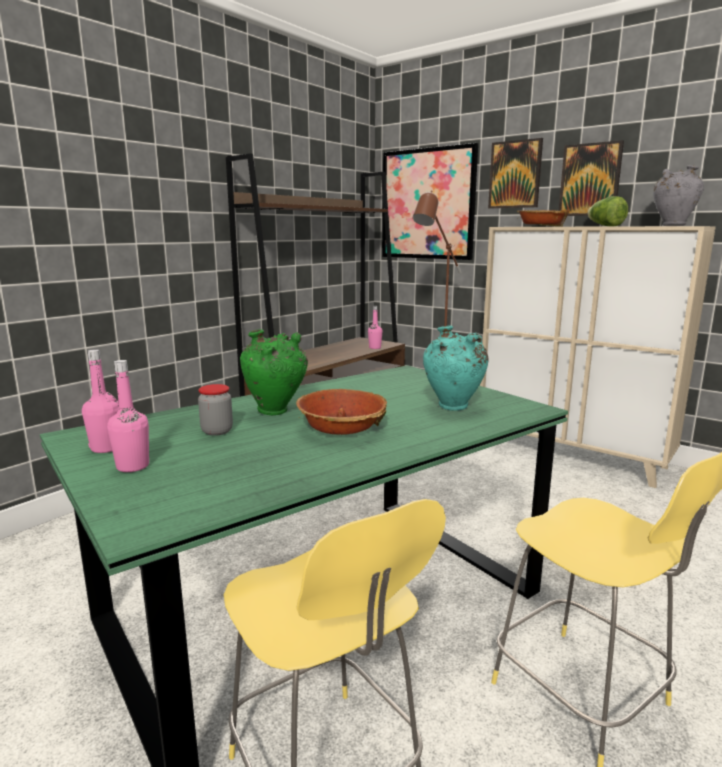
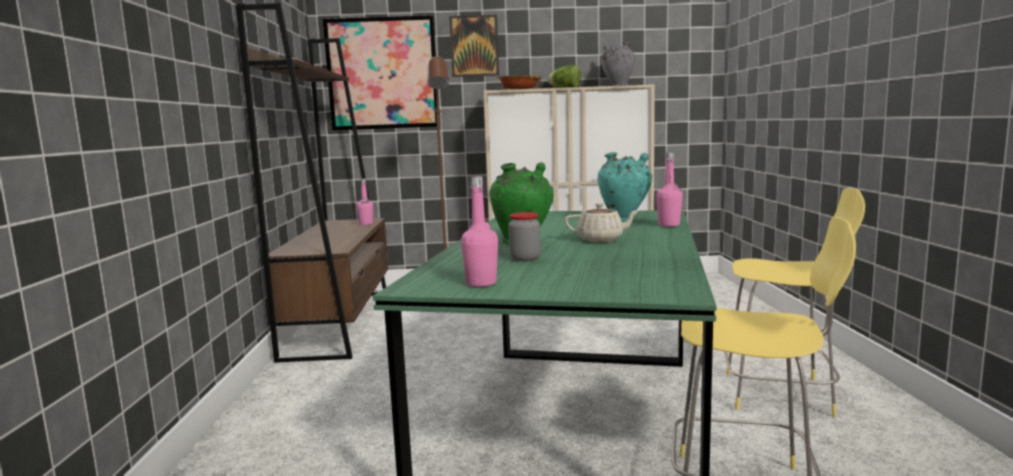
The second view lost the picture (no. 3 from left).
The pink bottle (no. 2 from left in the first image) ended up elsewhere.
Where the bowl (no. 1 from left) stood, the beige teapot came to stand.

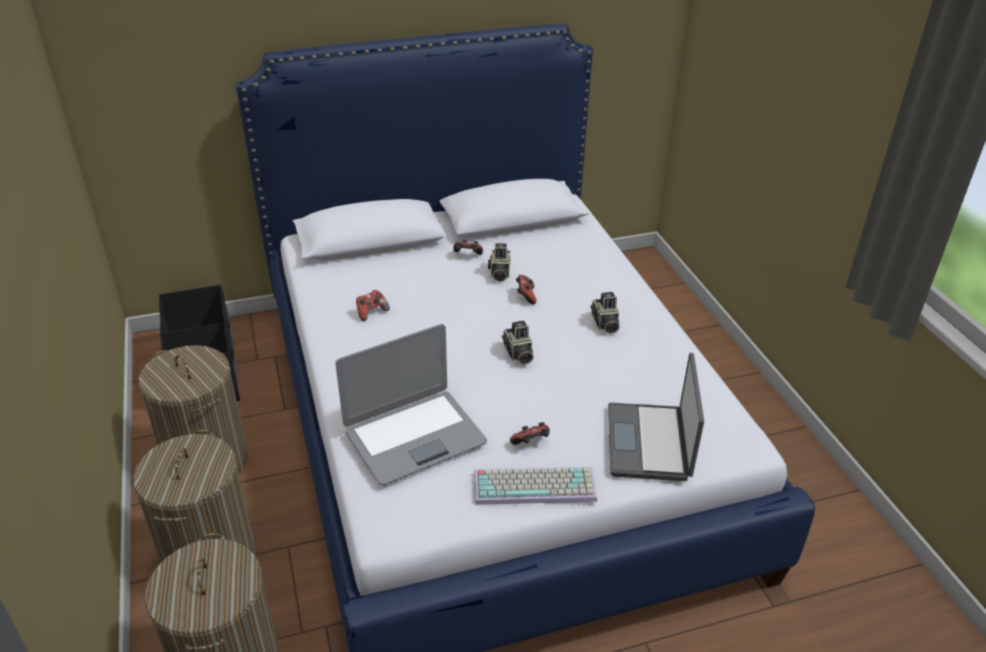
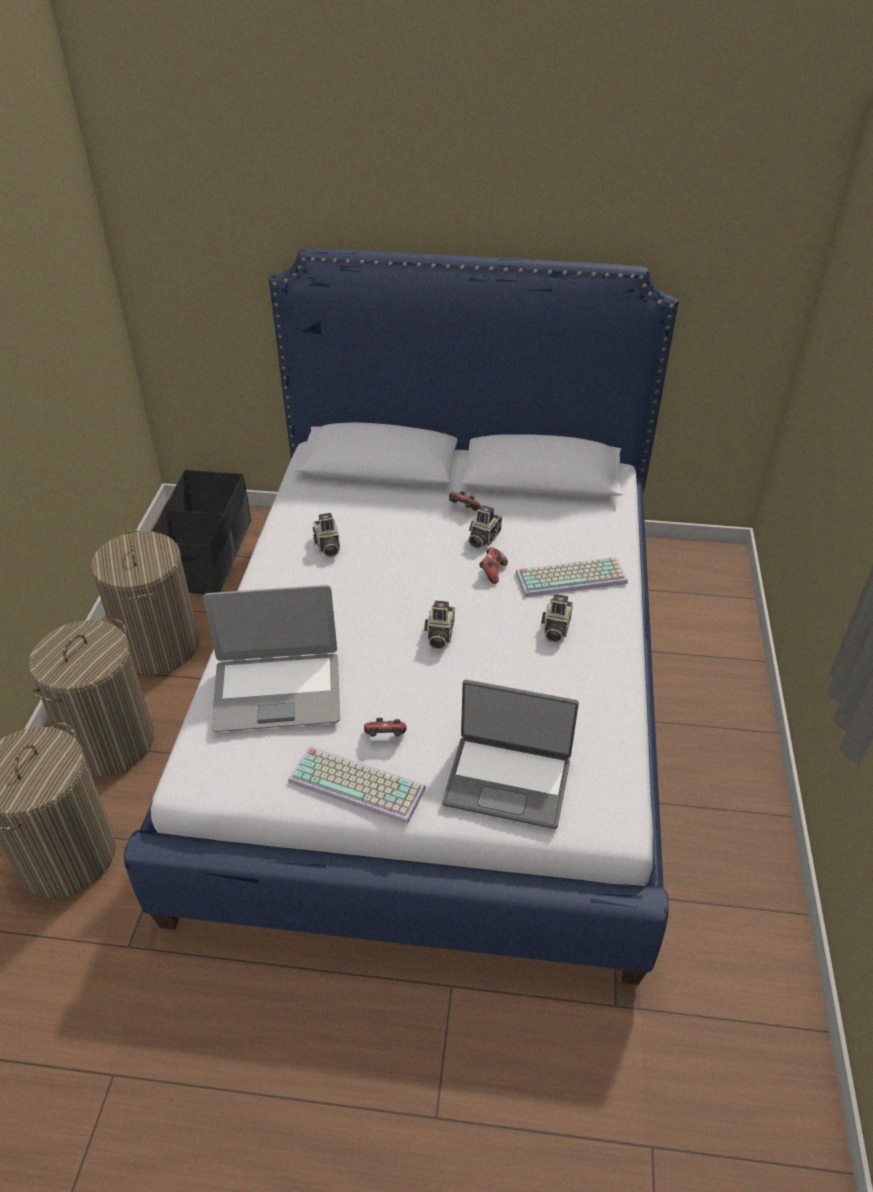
The second view gained the keyboard (no. 2 from left).
Where the game controller (no. 1 from left) stood, the photo camera (no. 1 from left) came to stand.
The laptop (no. 2 from left) ended up facing another way, 105 degrees counterclockwise from before.

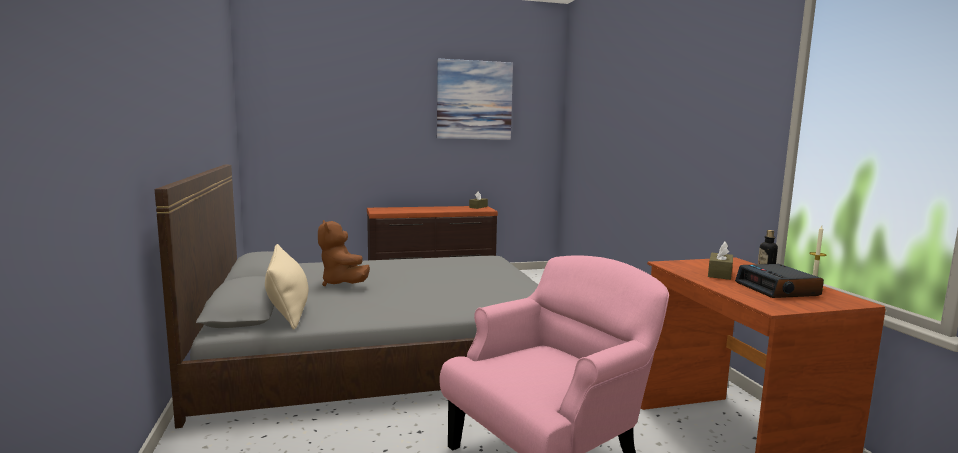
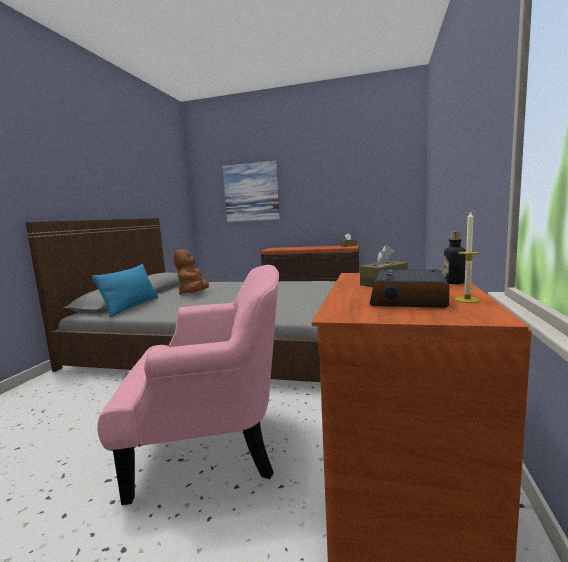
The picture ended up elsewhere.
What was the beige pillow turned into the blue pillow.

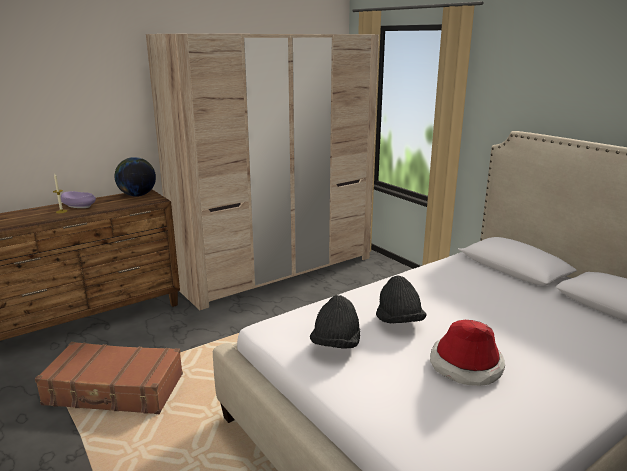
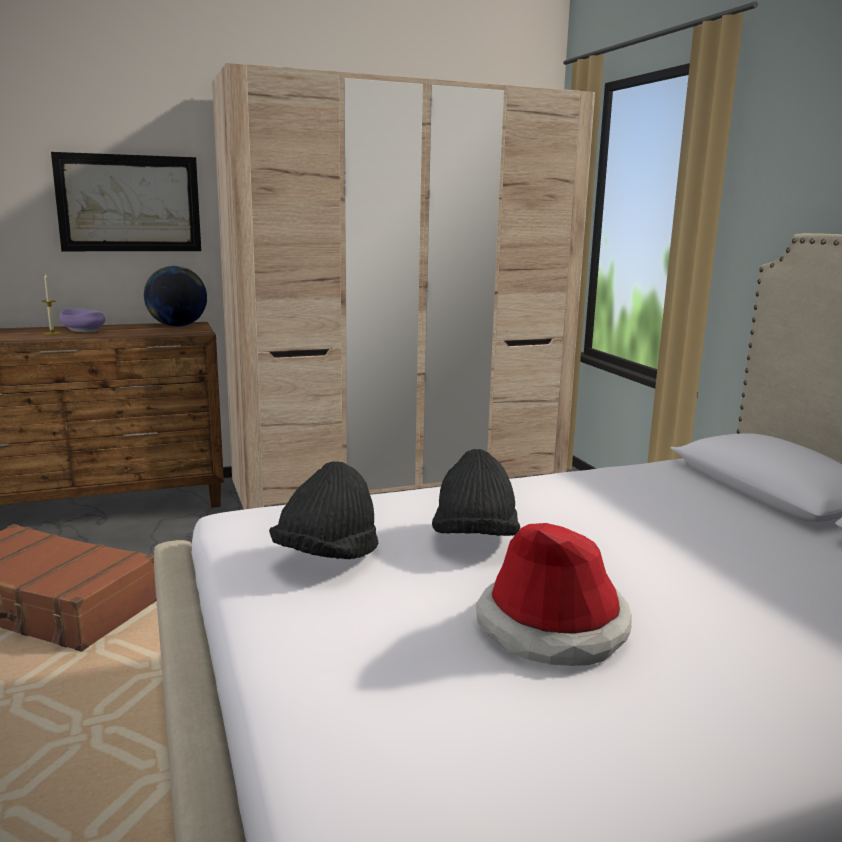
The second view gained the picture.

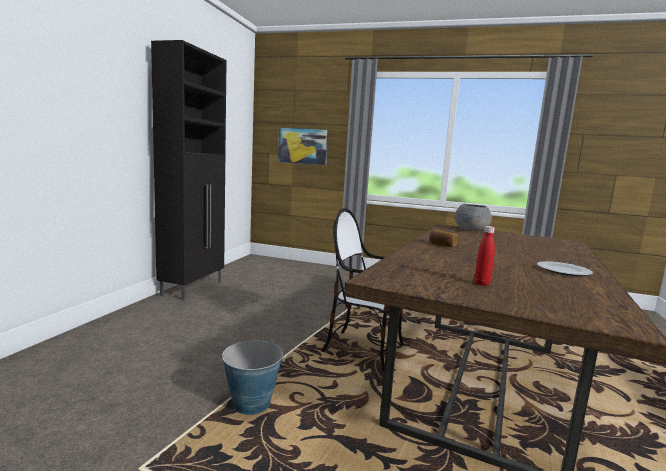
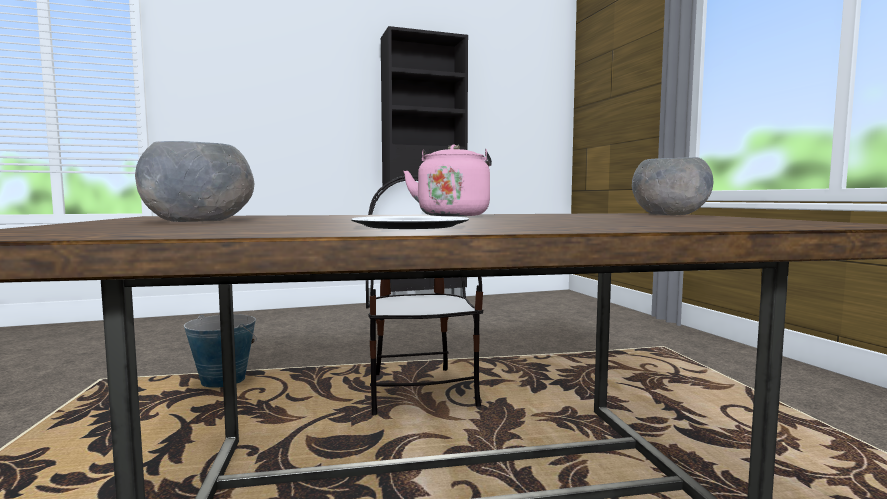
The second view lost the picture.
Where the bread stood, the pink kettle came to stand.
Where the red bottle stood, the grey bowl (no. 1 from left) came to stand.

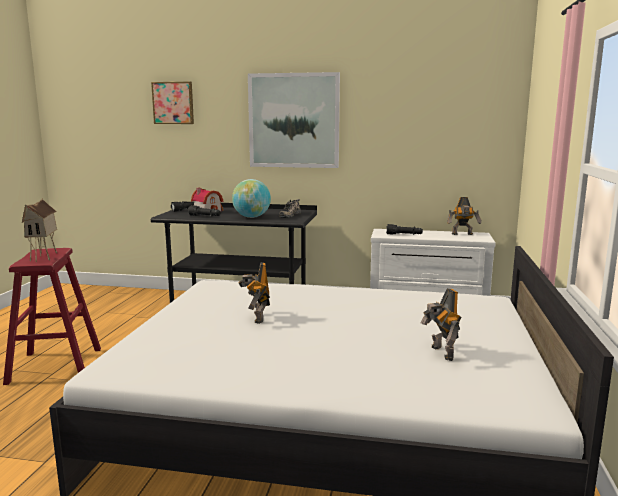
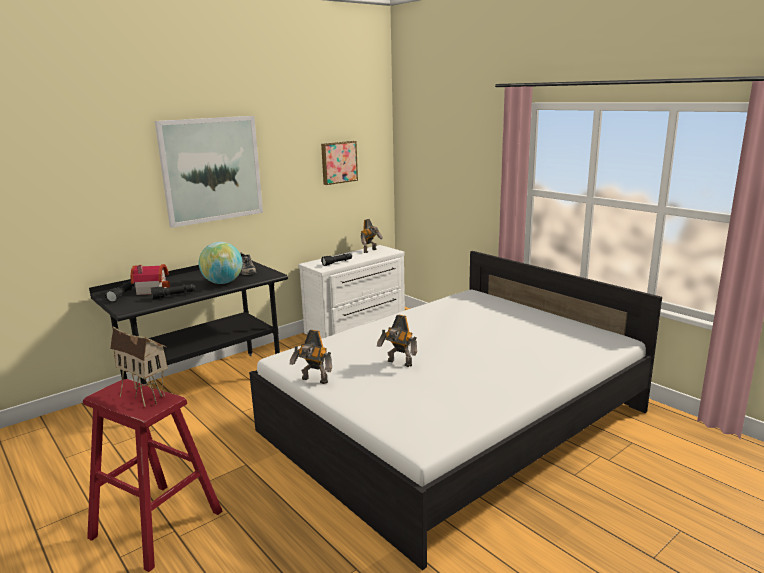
The picture (no. 1 from left in the first image) ended up elsewhere.
The toy robot (no. 2 from left in the first image) ended up elsewhere.

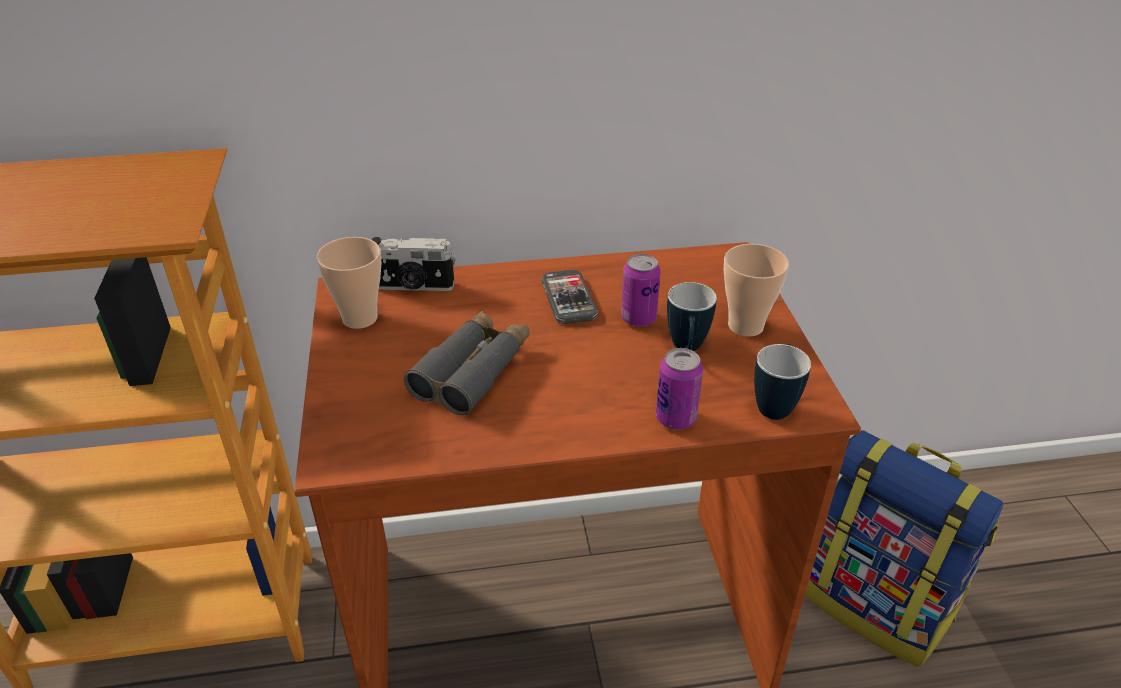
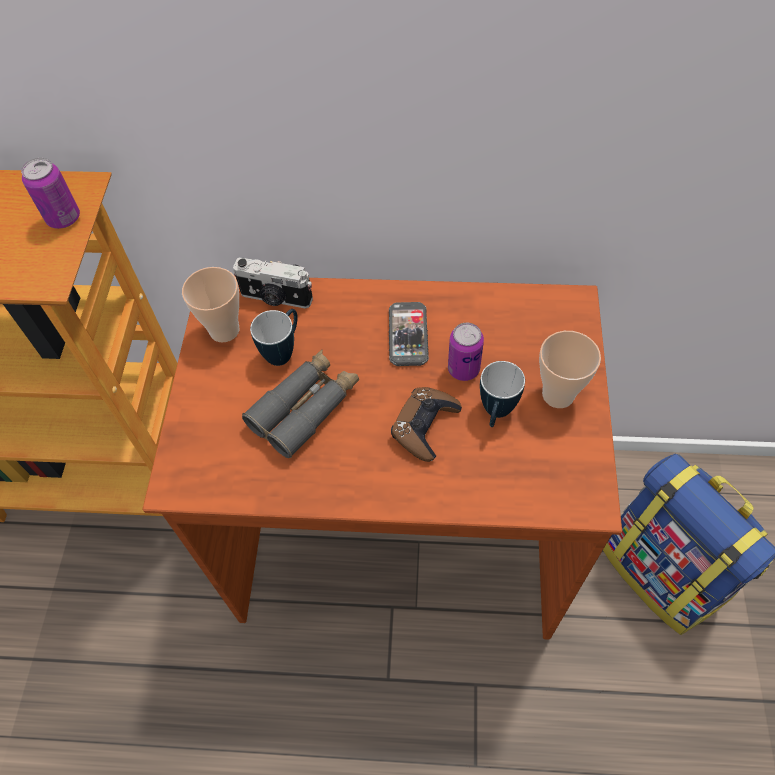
The second view gained the brown game controller.
The can (no. 2 from left in the first image) ended up elsewhere.
The mug (no. 2 from left in the first image) ended up elsewhere.

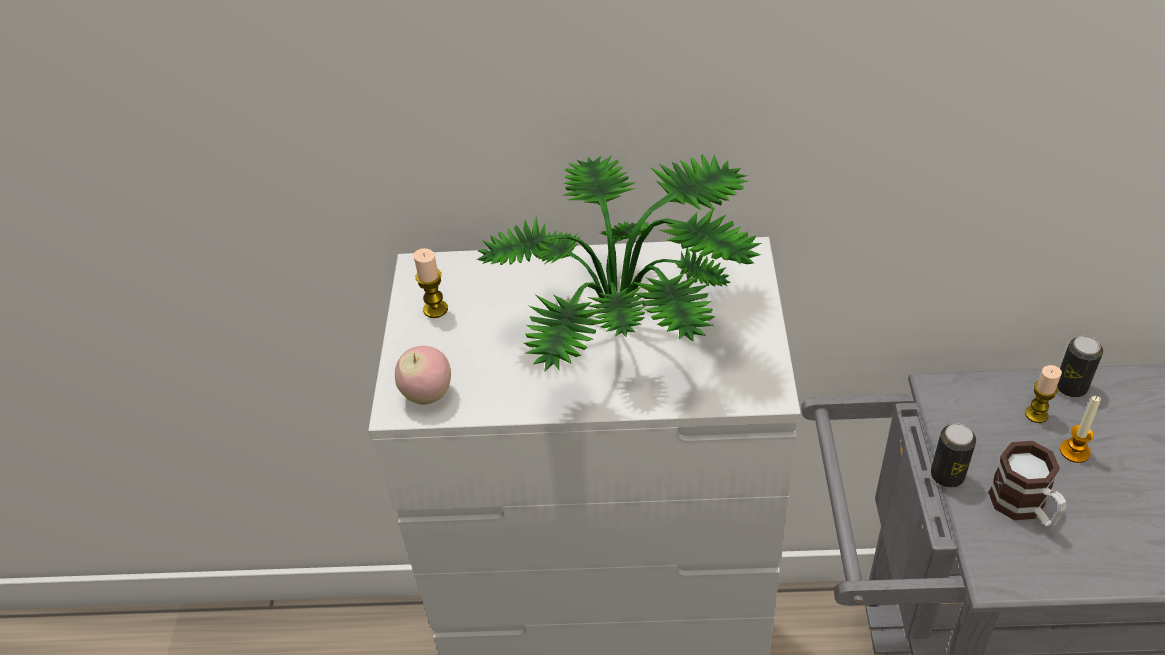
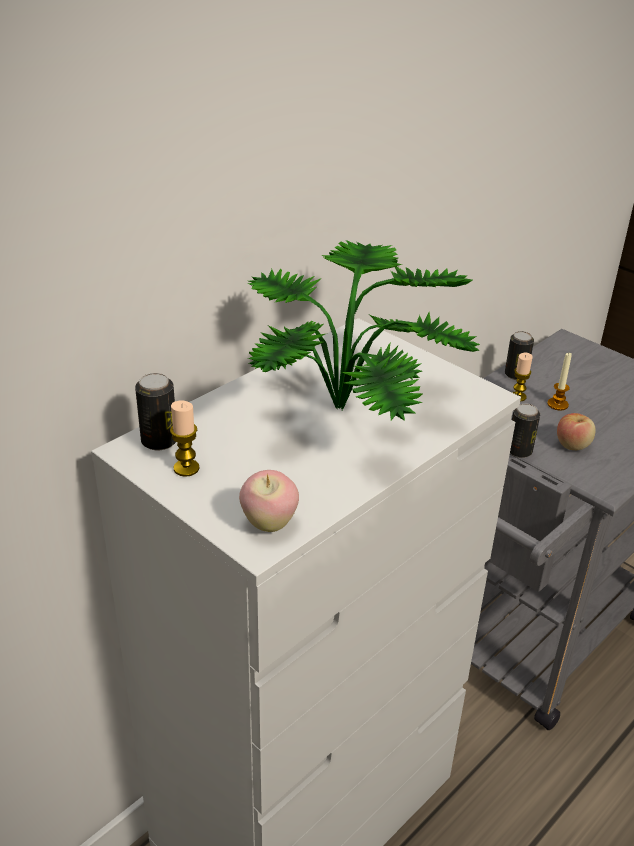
The second view gained the can (no. 1 from left).
Where the mug stood, the apple (no. 2 from left) came to stand.

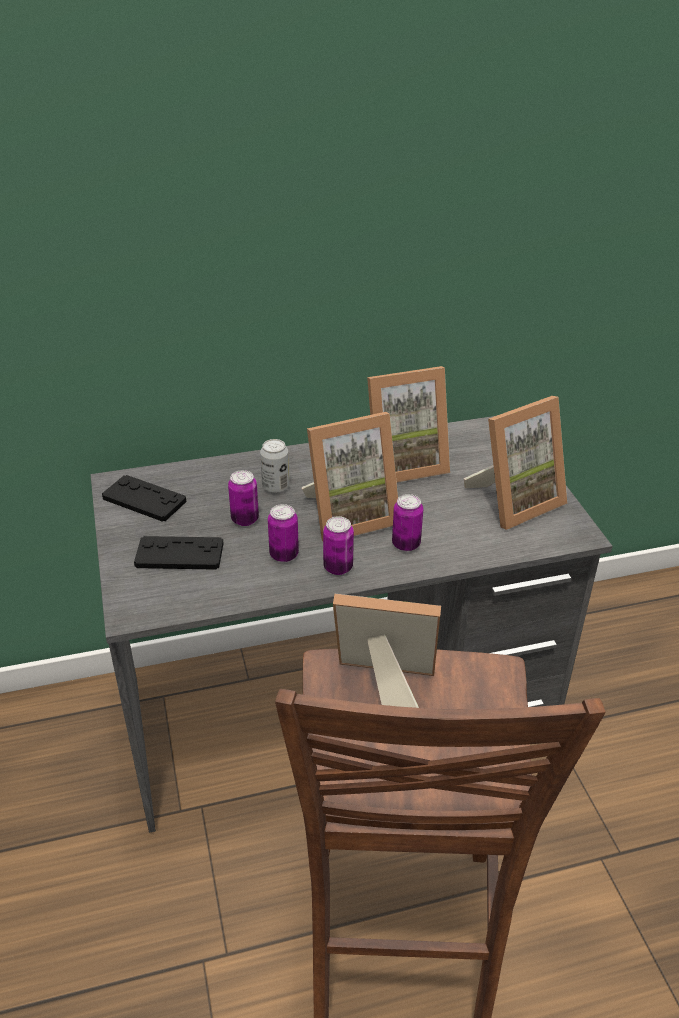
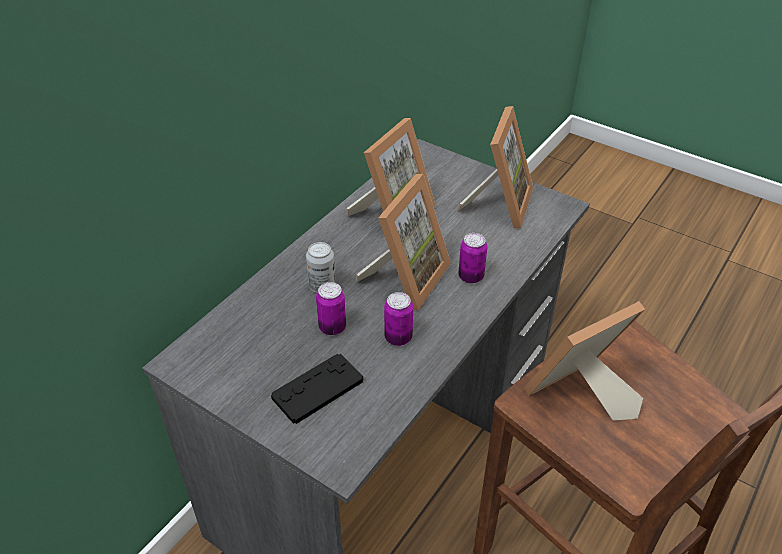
The second view lost the black game controller (no. 1 from left).
The second view lost the can (no. 4 from left).

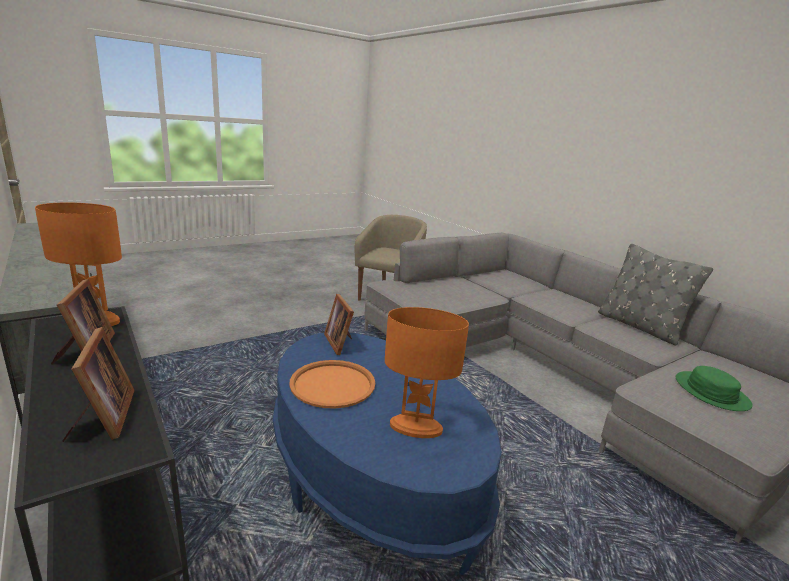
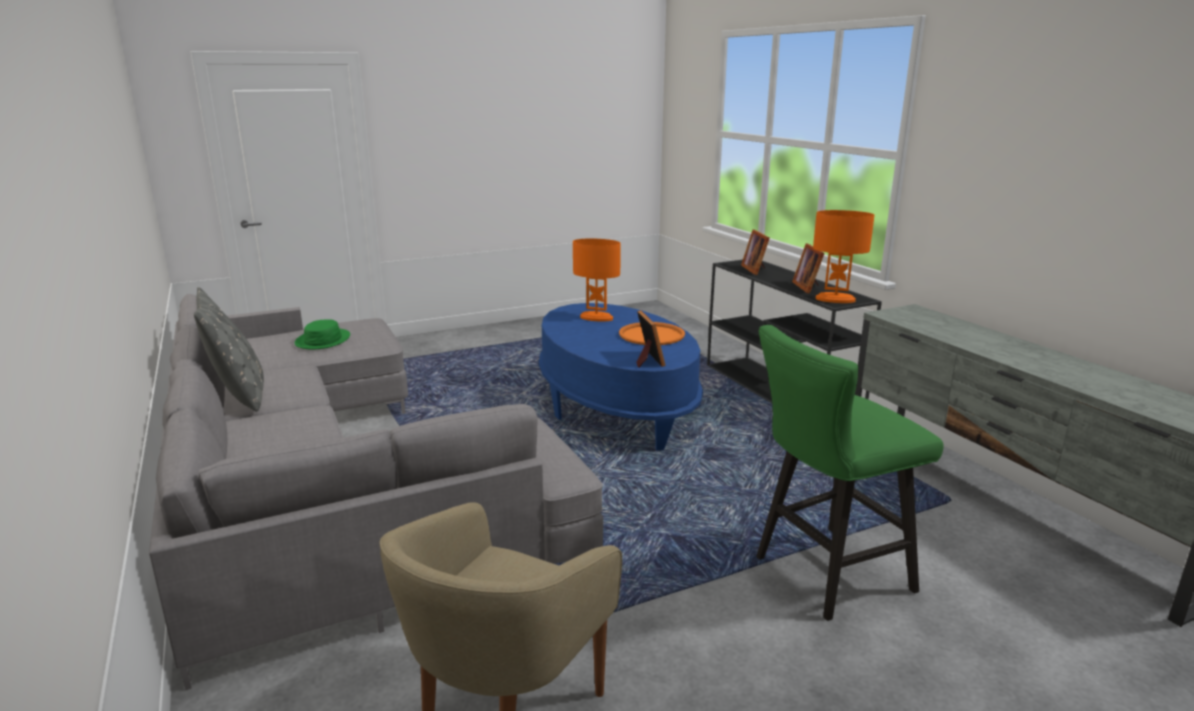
The second view gained the green stool.

